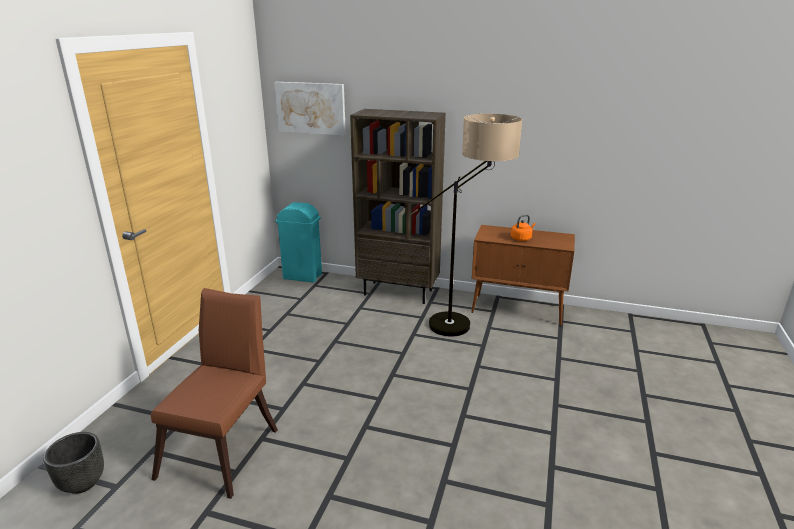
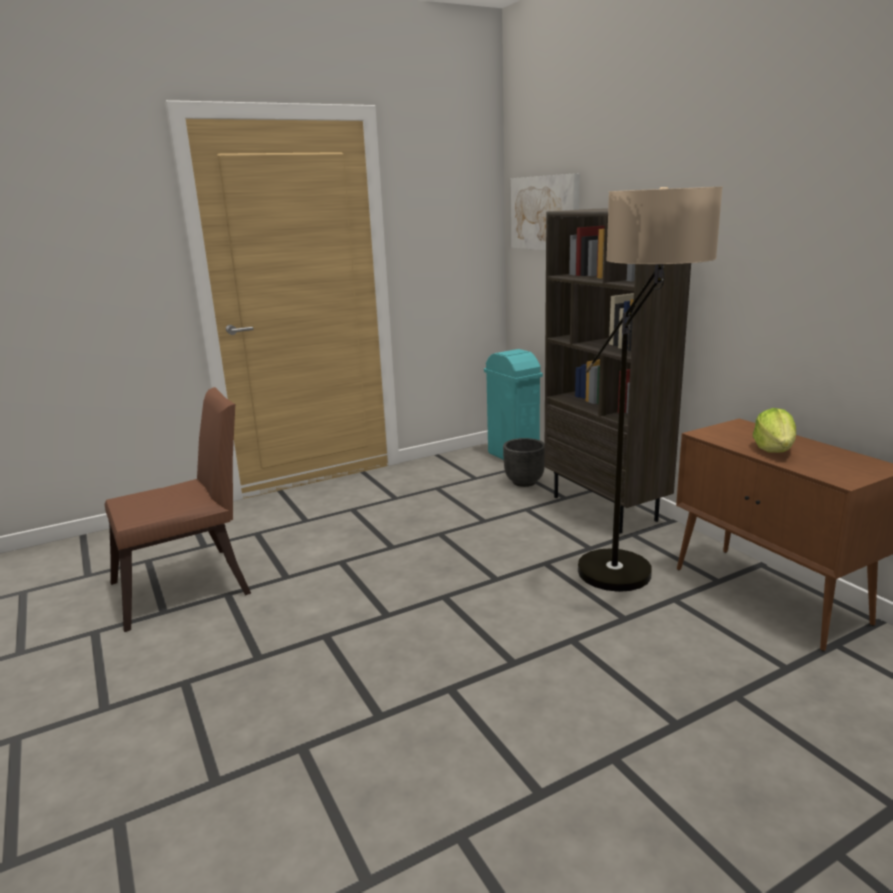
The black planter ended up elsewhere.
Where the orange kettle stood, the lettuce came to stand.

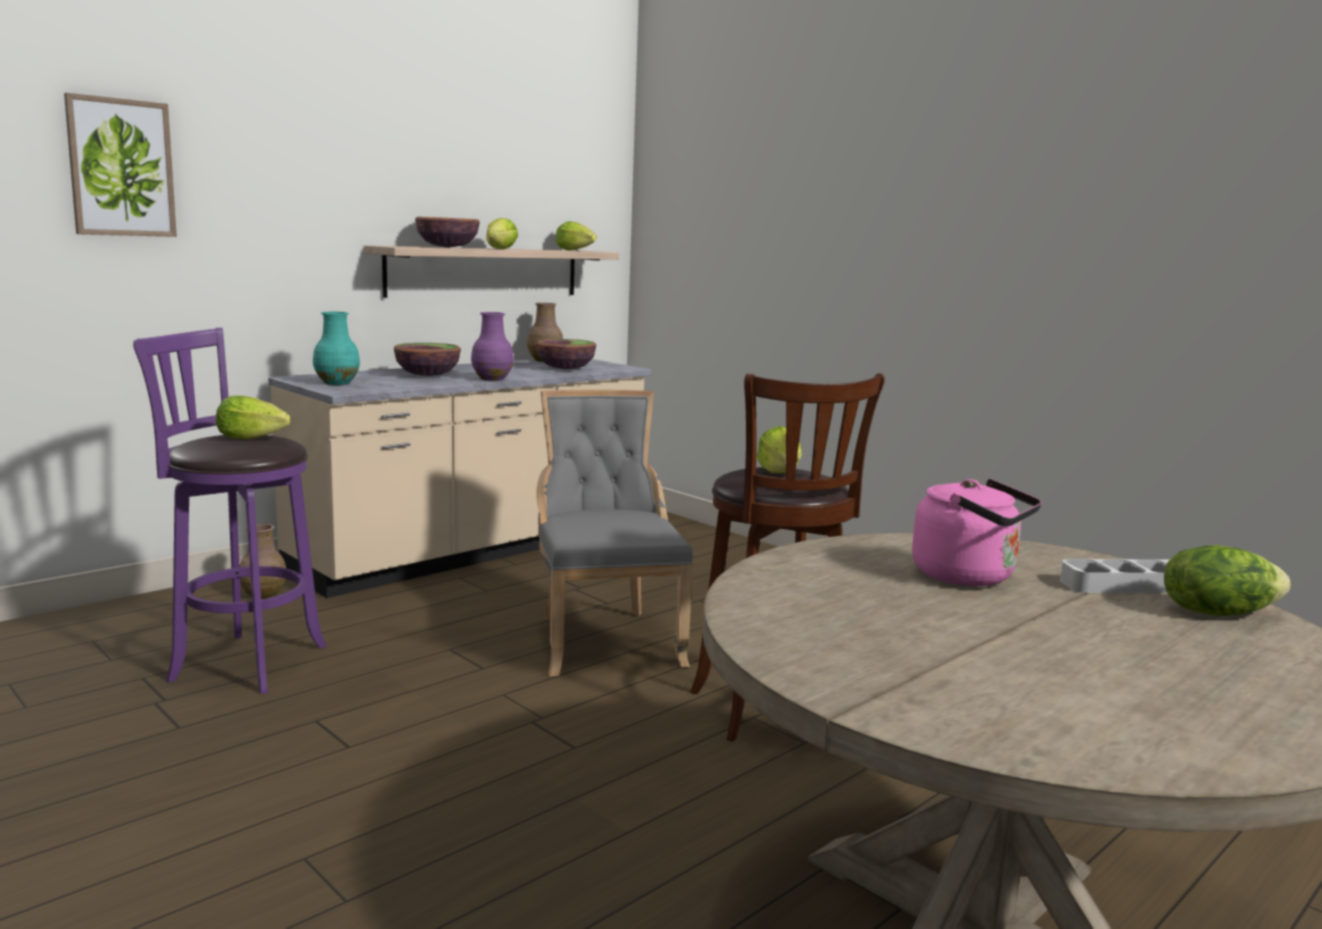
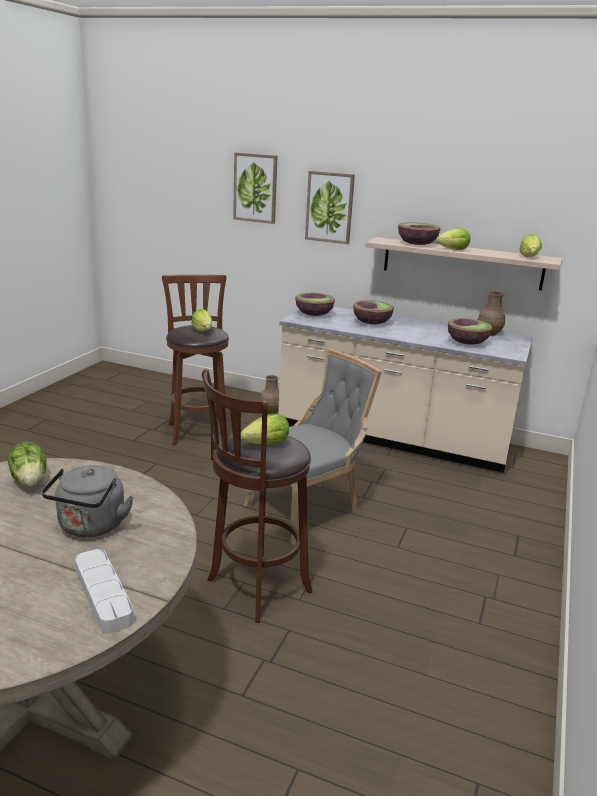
The second view lost the purple vase.
The second view gained the picture (no. 2 from left).
The lettuce (no. 5 from left in the first image) ended up elsewhere.
Where the turquoise vase stood, the bowl (no. 1 from left) came to stand.
What was the purple stool turned into the brown stool (no. 1 from left).
What was the pink kettle turned into the grey kettle.

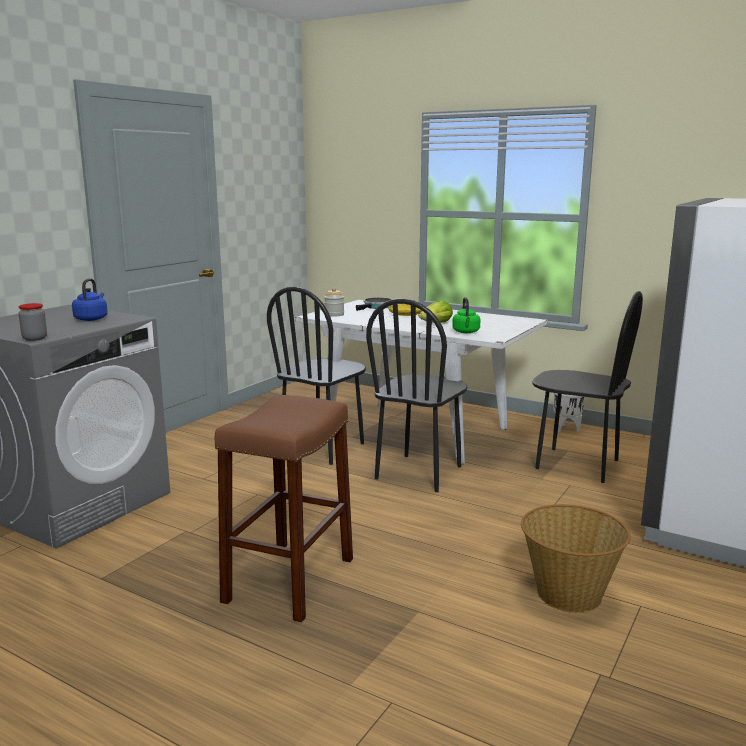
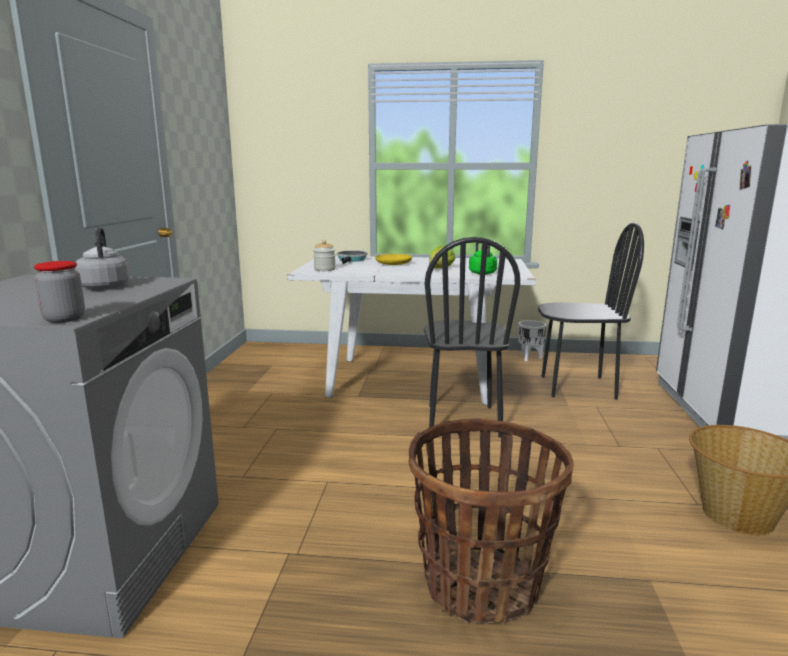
The second view lost the black chair (no. 1 from left).
Where the brown stool stood, the basket (no. 1 from left) came to stand.
What was the blue kettle turned into the grey kettle.

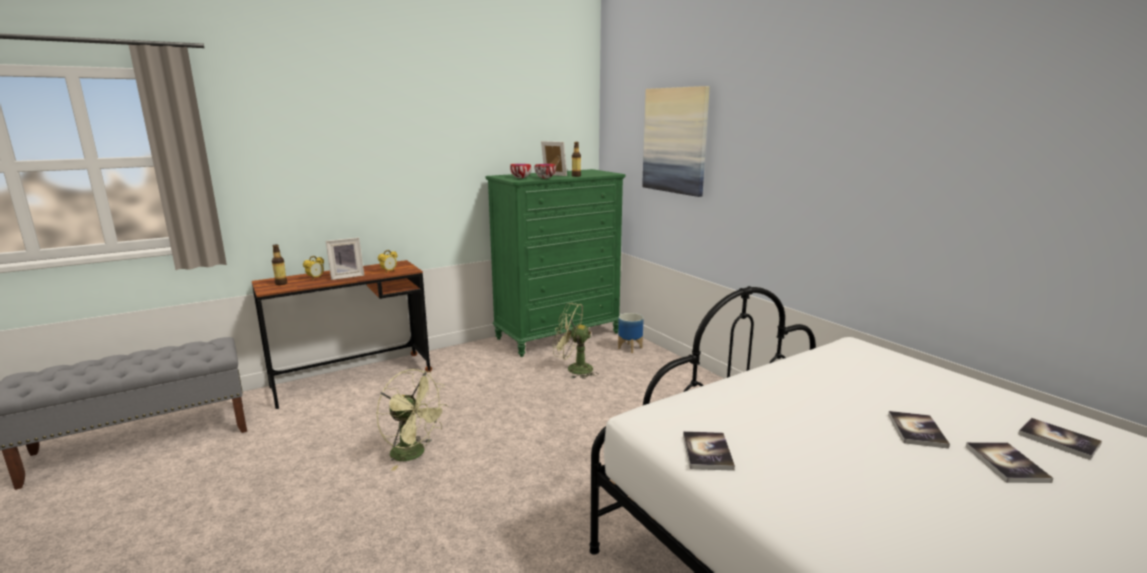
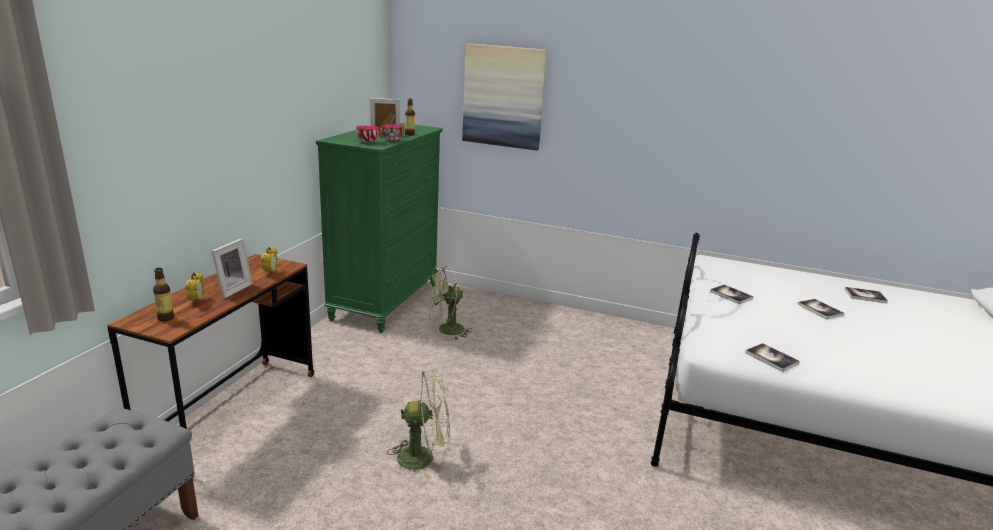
The second view lost the planter.
The book (no. 3 from left in the first image) ended up elsewhere.

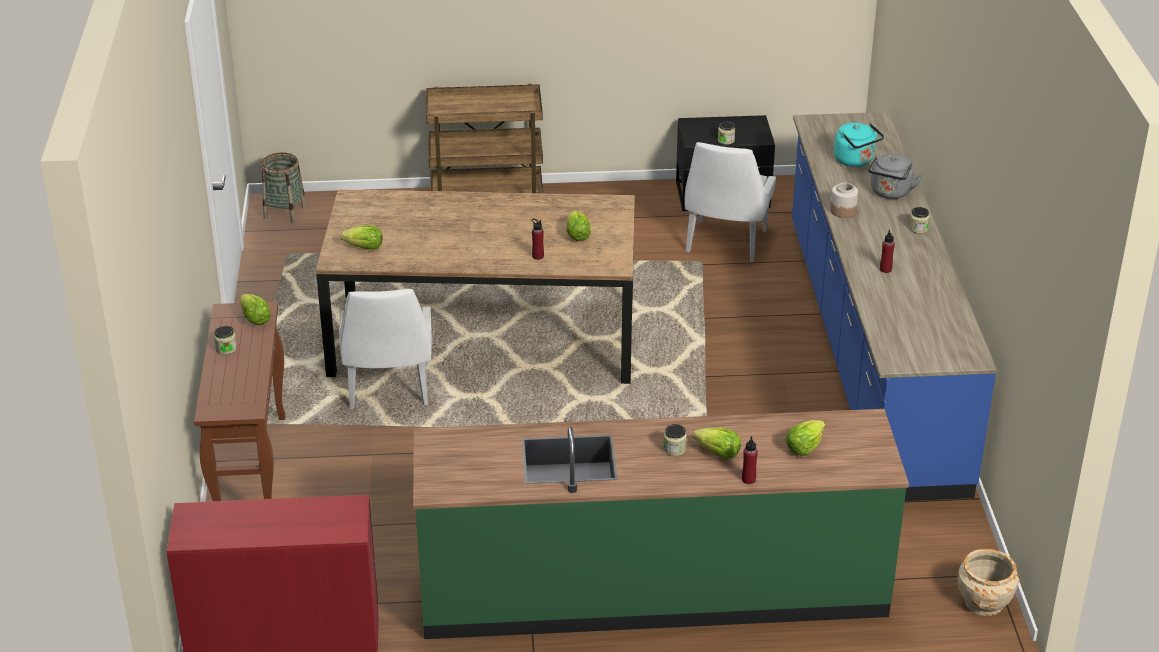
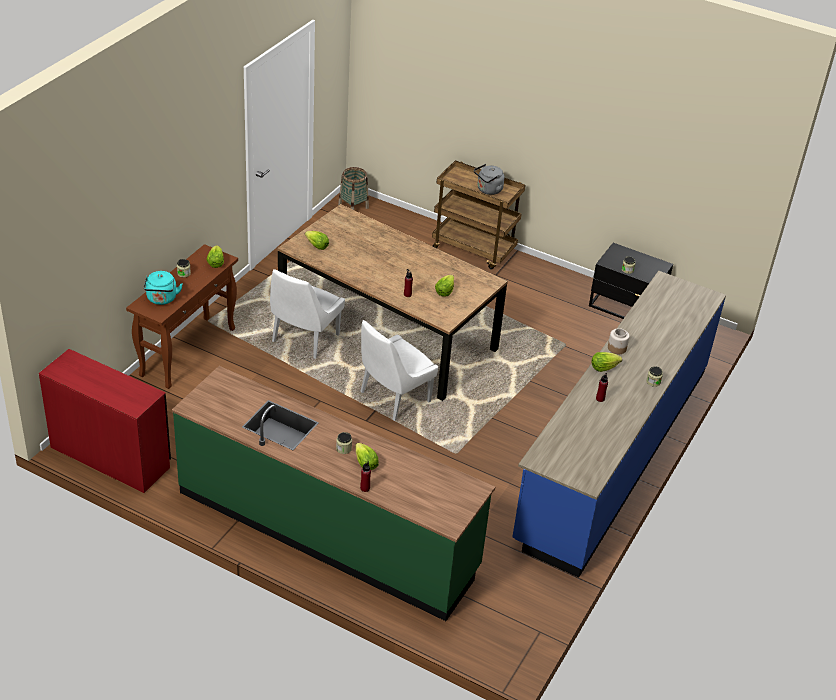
The second view lost the beige planter.
The white chair (no. 2 from left) ended up elsewhere.
The lettuce (no. 5 from left) ended up elsewhere.
The turquoise kettle ended up elsewhere.
The grey kettle ended up elsewhere.

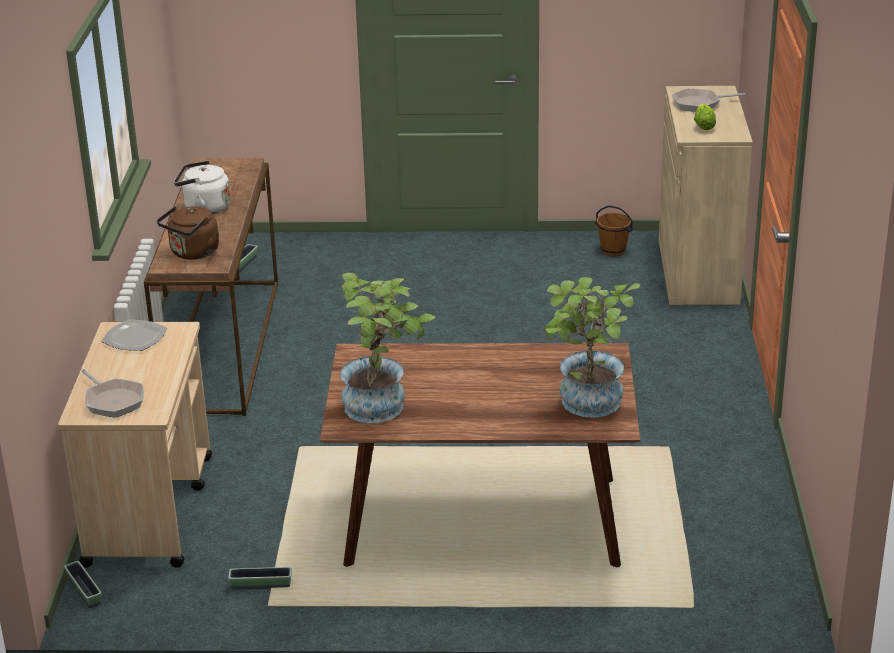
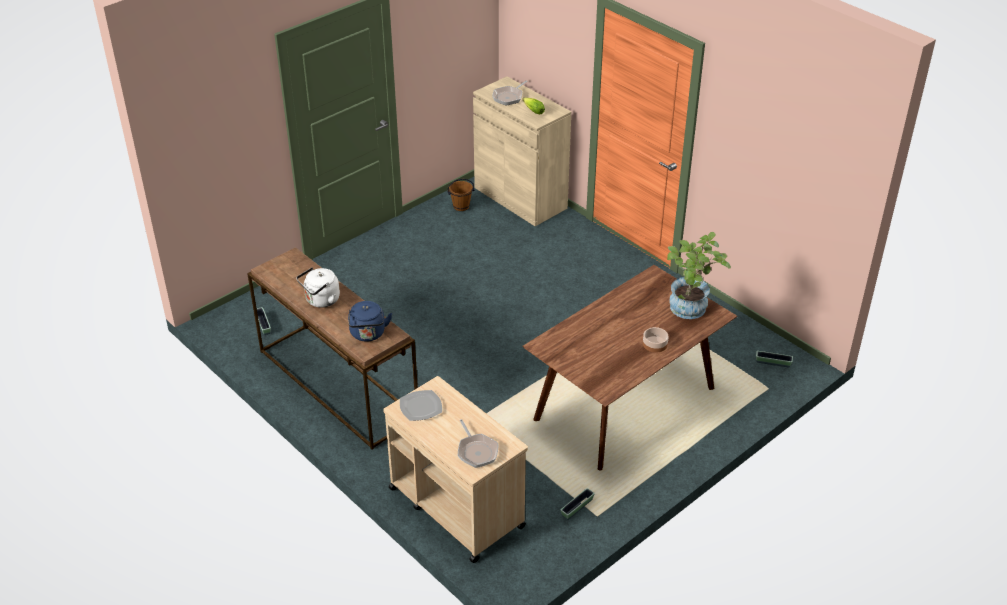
The second view lost the potted plant (no. 1 from left).
The second view gained the bowl.
The planter (no. 1 from left in the first image) ended up elsewhere.
What was the brown kettle turned into the blue kettle.
The frying pan (no. 1 from left) ended up facing another way, 60 degrees clockwise from before.

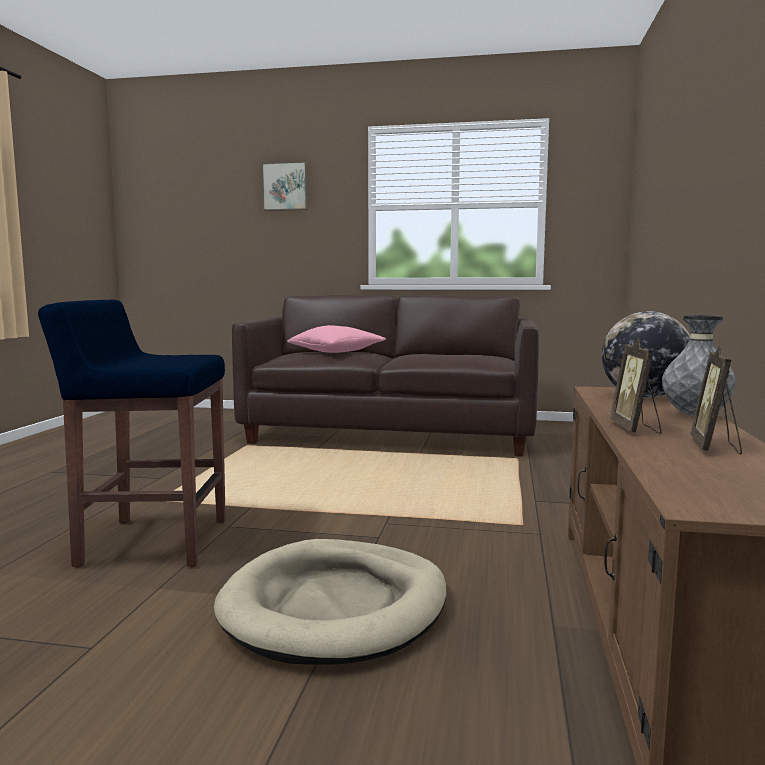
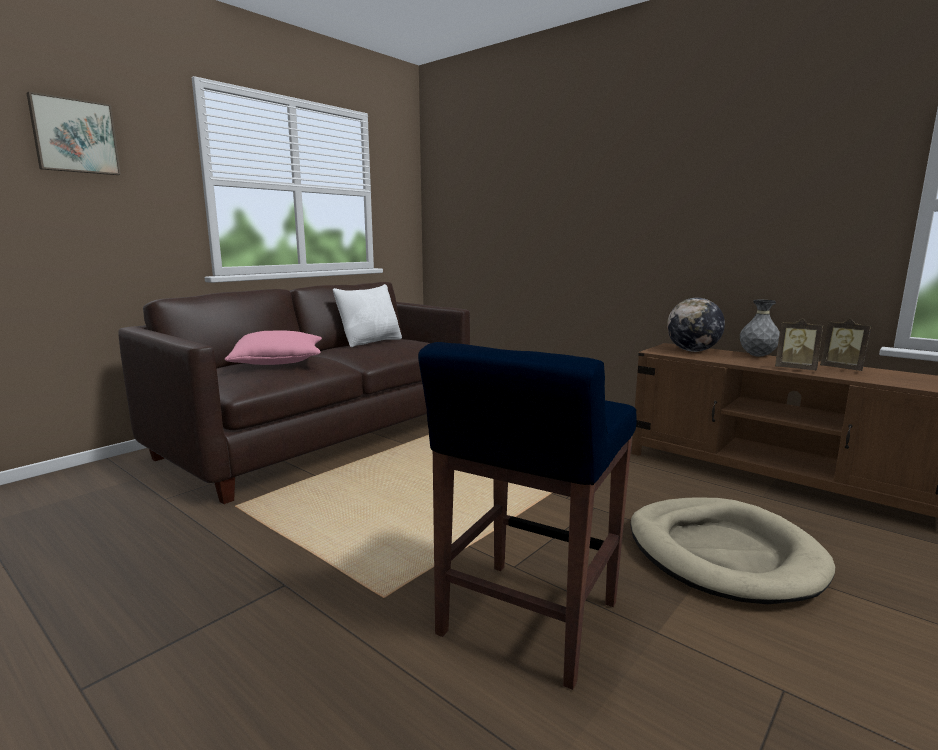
The second view gained the white pillow.

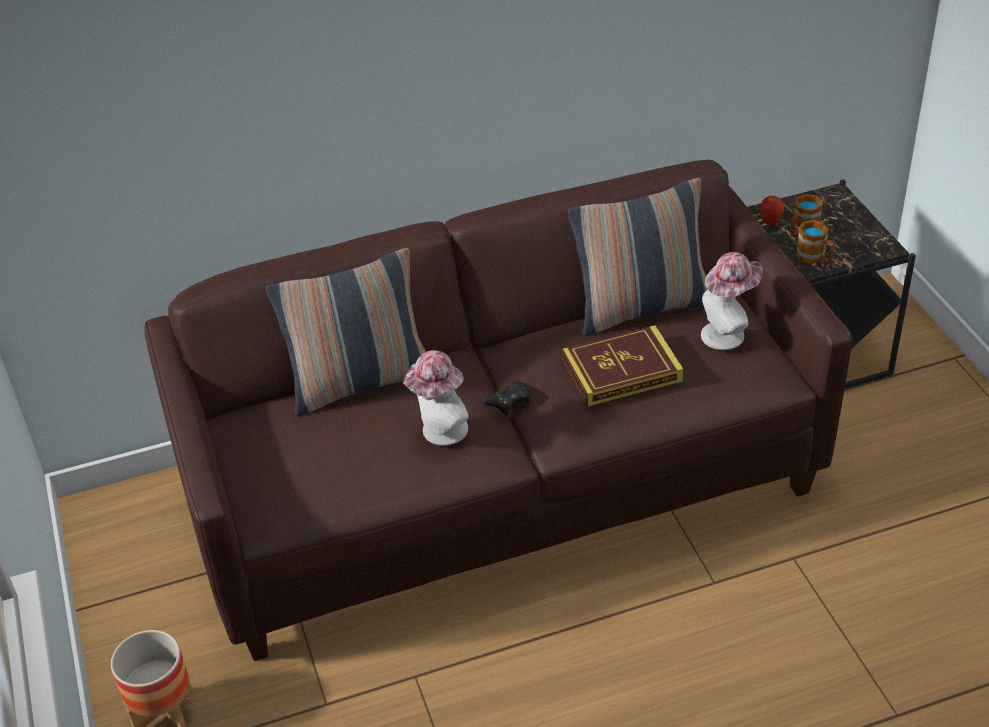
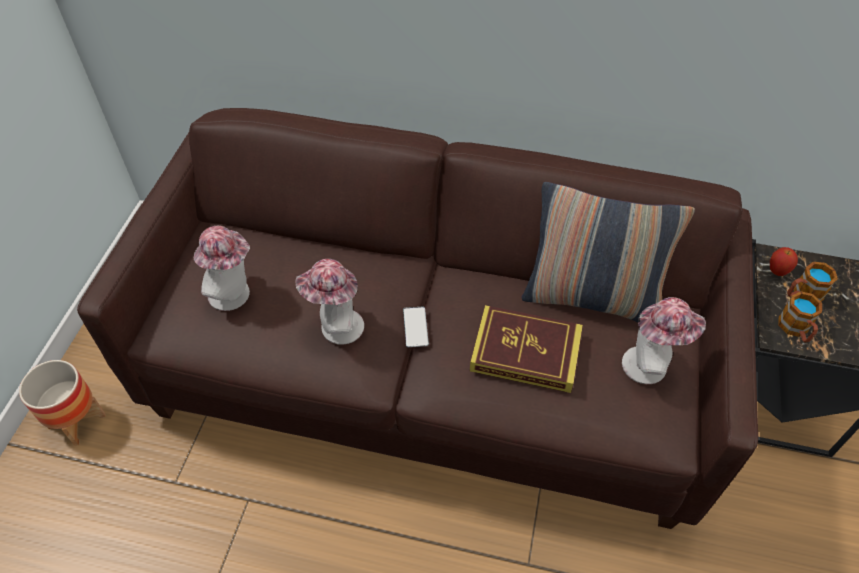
The second view lost the pillow (no. 1 from left).
The second view gained the hat (no. 1 from left).
Where the black game controller stood, the phone came to stand.

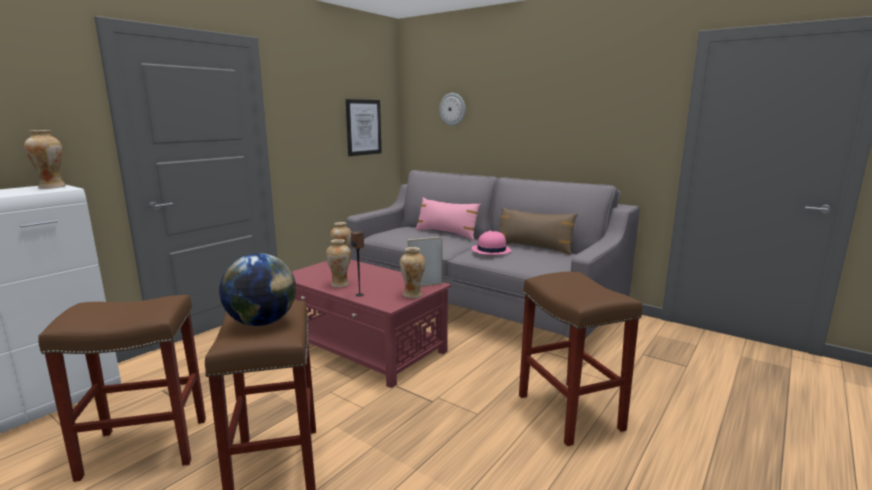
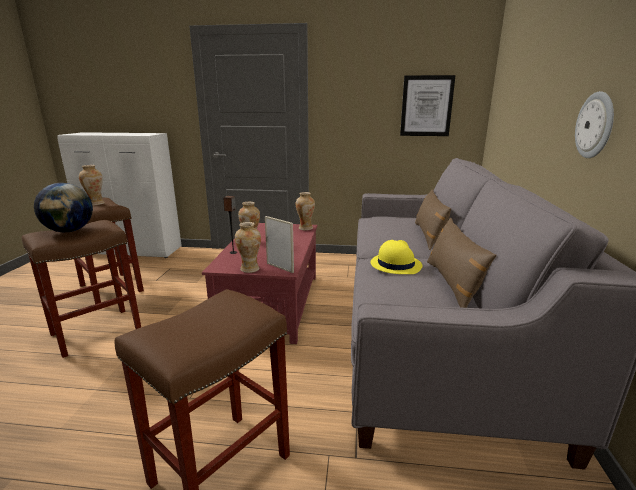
The vase (no. 1 from left) ended up elsewhere.
The wall clock ended up elsewhere.
What was the pink pillow turned into the brown pillow (no. 1 from left).
What was the pink hat turned into the yellow hat.

